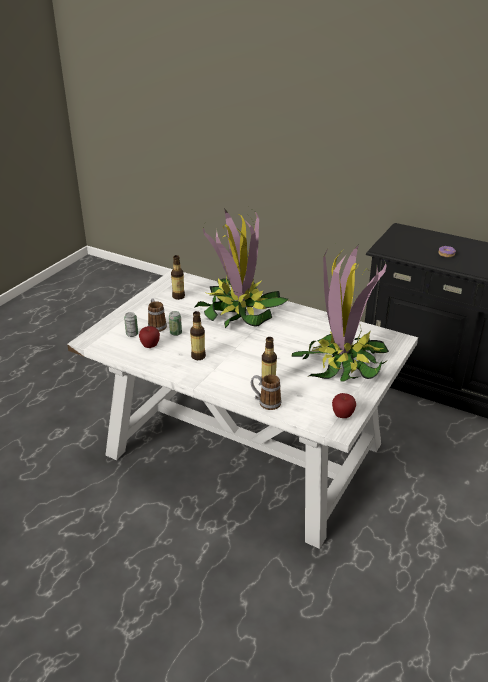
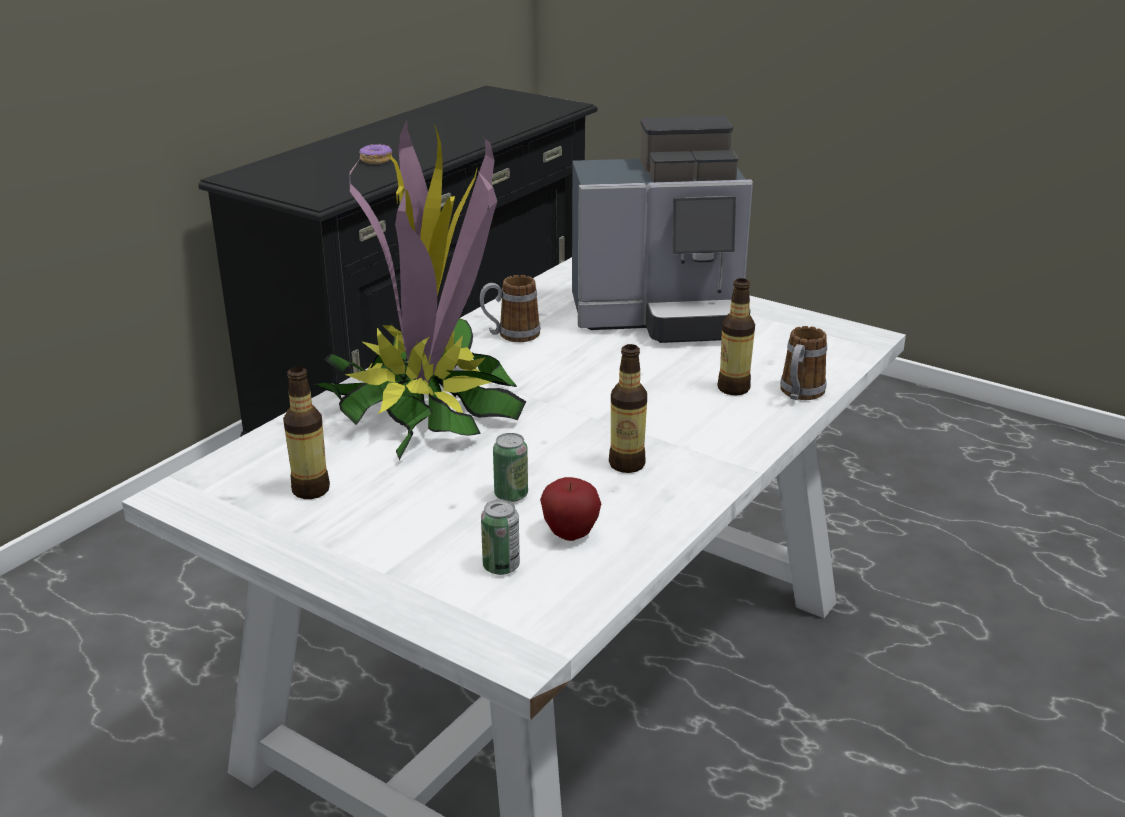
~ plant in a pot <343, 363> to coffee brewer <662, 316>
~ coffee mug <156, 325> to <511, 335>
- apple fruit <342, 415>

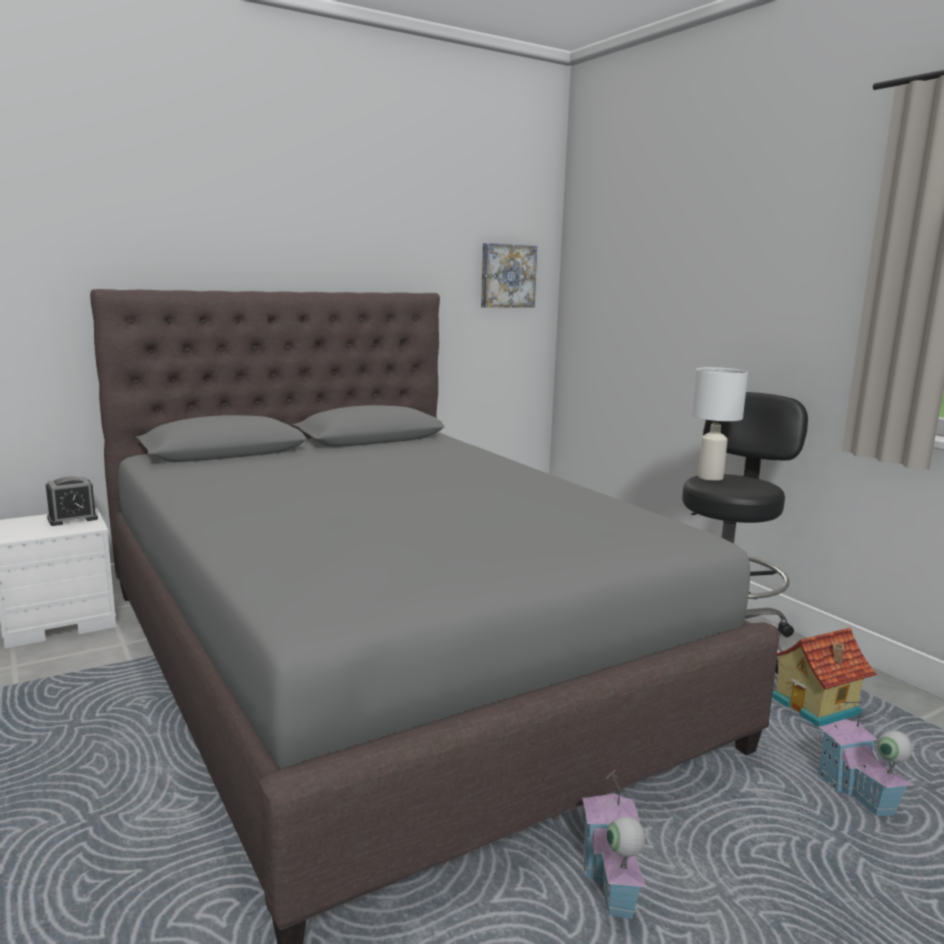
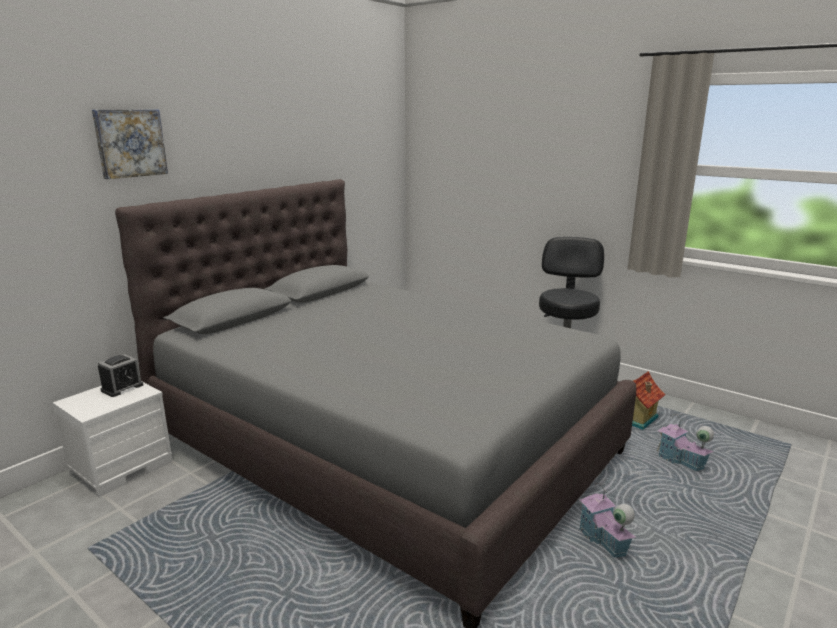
~ wall picture <507, 276> to <129, 143>
- whitish table lamp <709, 477>

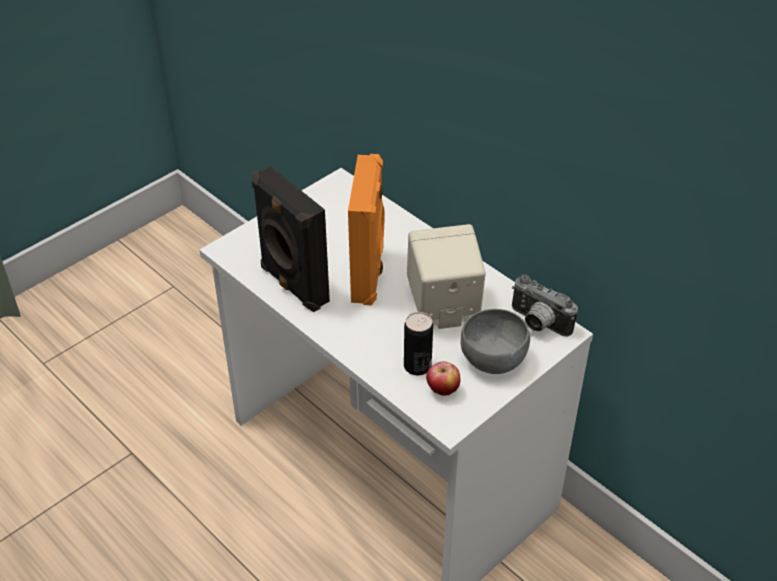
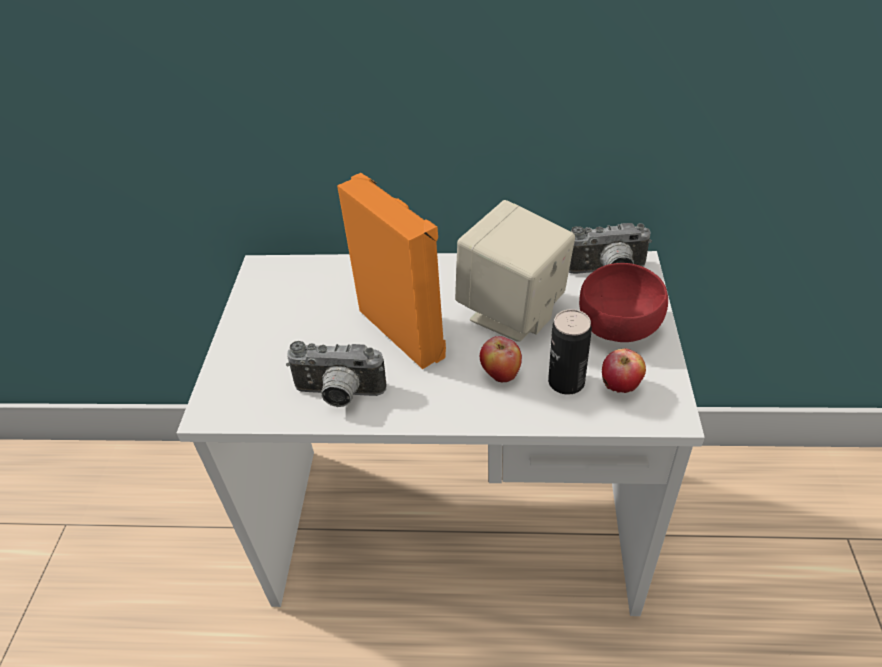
~ blackish speaker <293, 285> to still camera <338, 395>
~ grey bowl <492, 360> to reddish bowl <619, 328>
+ apple fruit <500, 375>

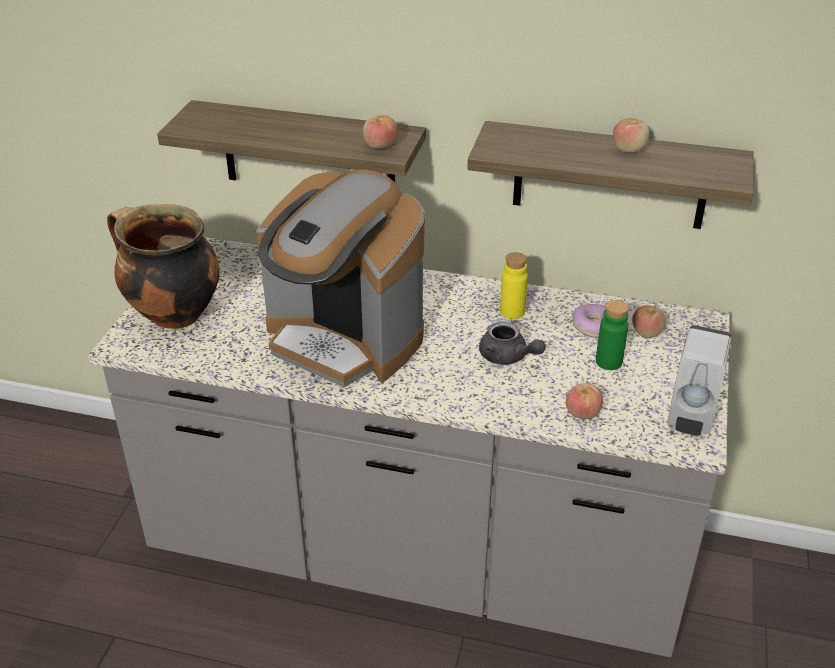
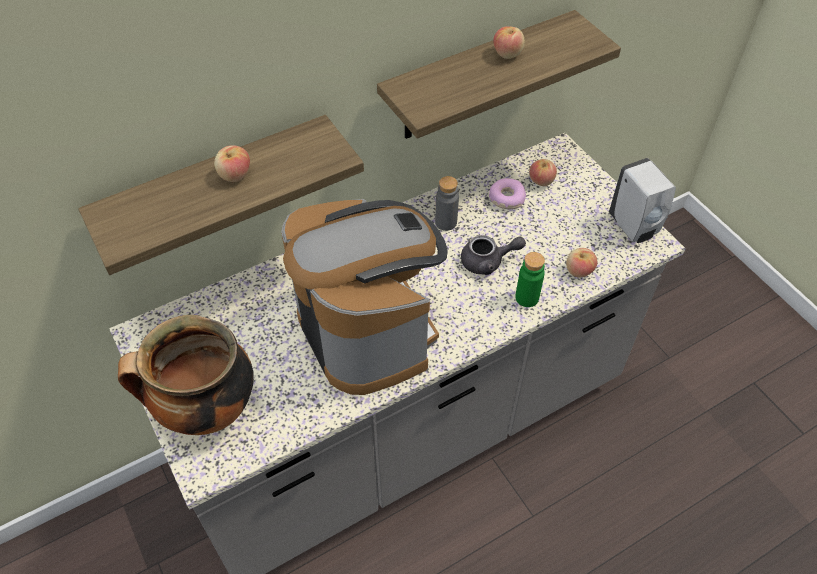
~ apple fruit <380, 146> to <235, 175>
~ coffee brewer <344, 340> = <368, 330> 105 degrees counterclockwise
~ yellow-coloured bottle <512, 311> to grey bottle <446, 222>
~ green bottle <608, 362> to <527, 298>

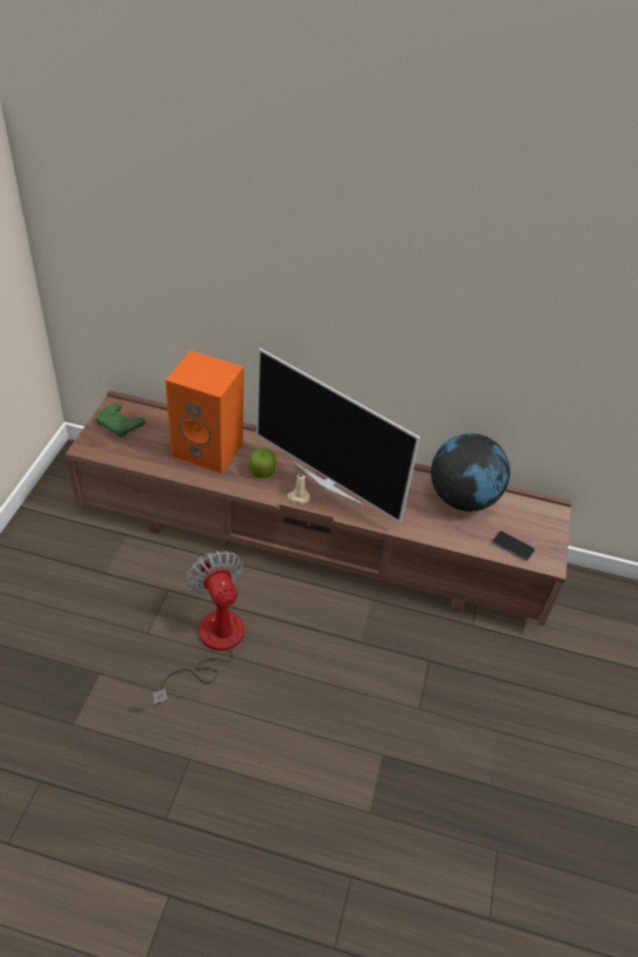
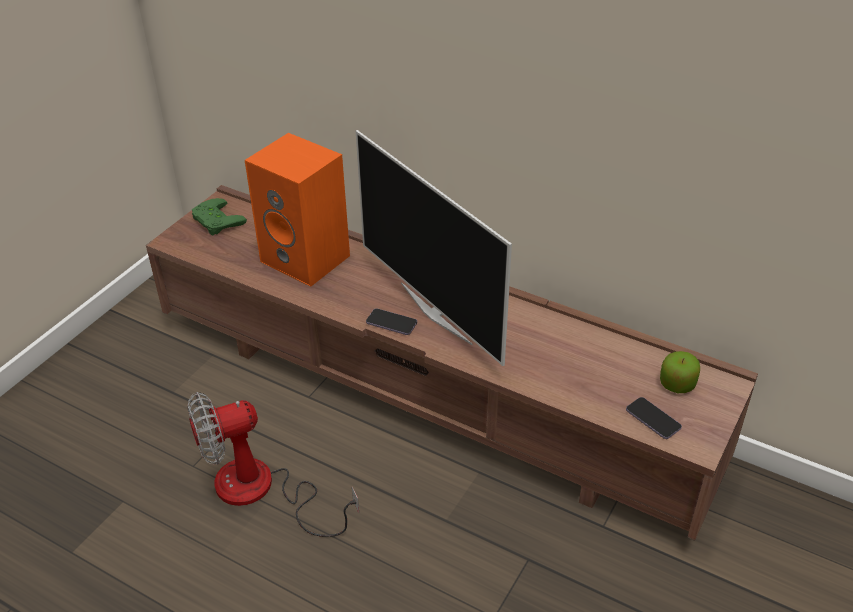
- globe <462, 498>
~ apple fruit <262, 472> to <677, 384>
~ sand-coloured candle <298, 497> to handset <391, 323>
~ fan <211, 644> = <261, 491> 105 degrees counterclockwise

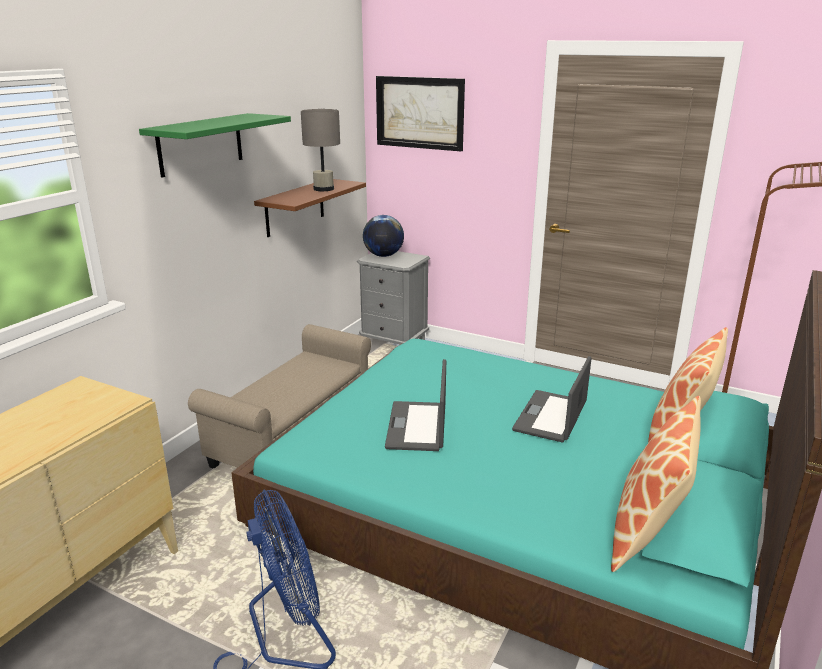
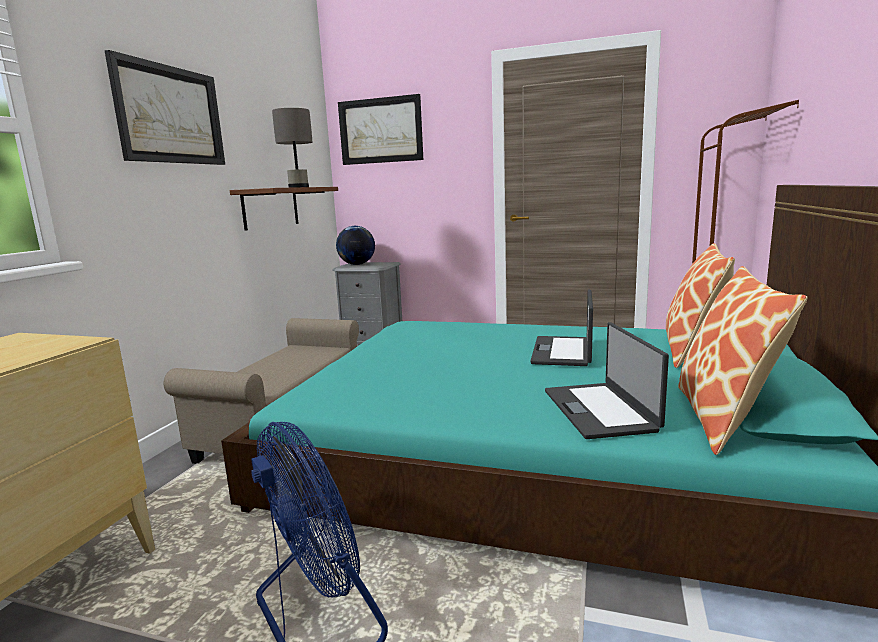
~ green bracket shelf <200, 144> to wall picture <170, 115>
~ notebook computer <418, 426> to <600, 410>

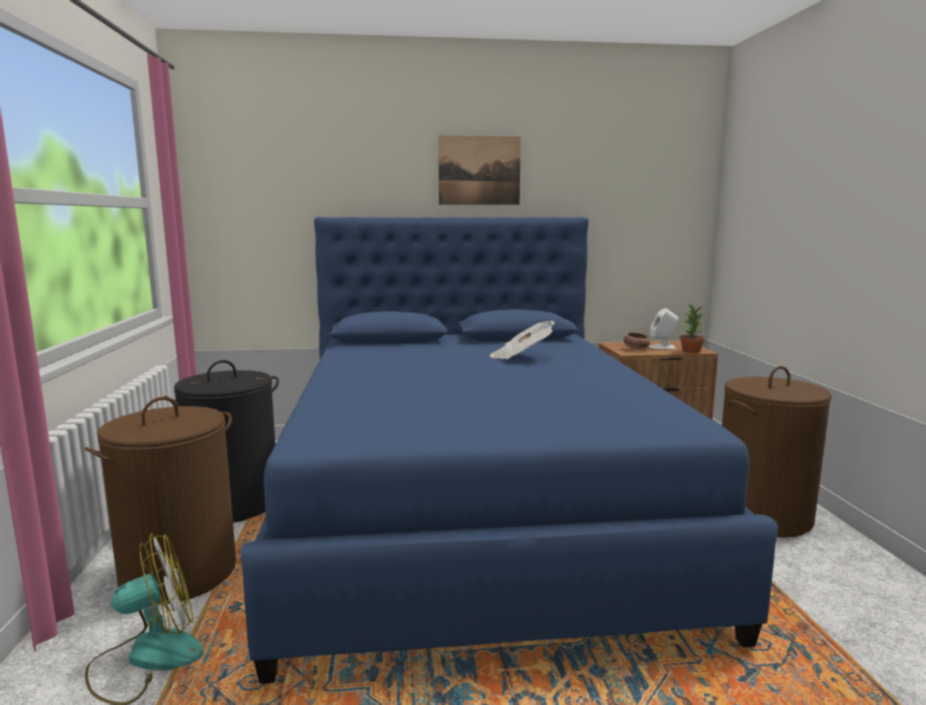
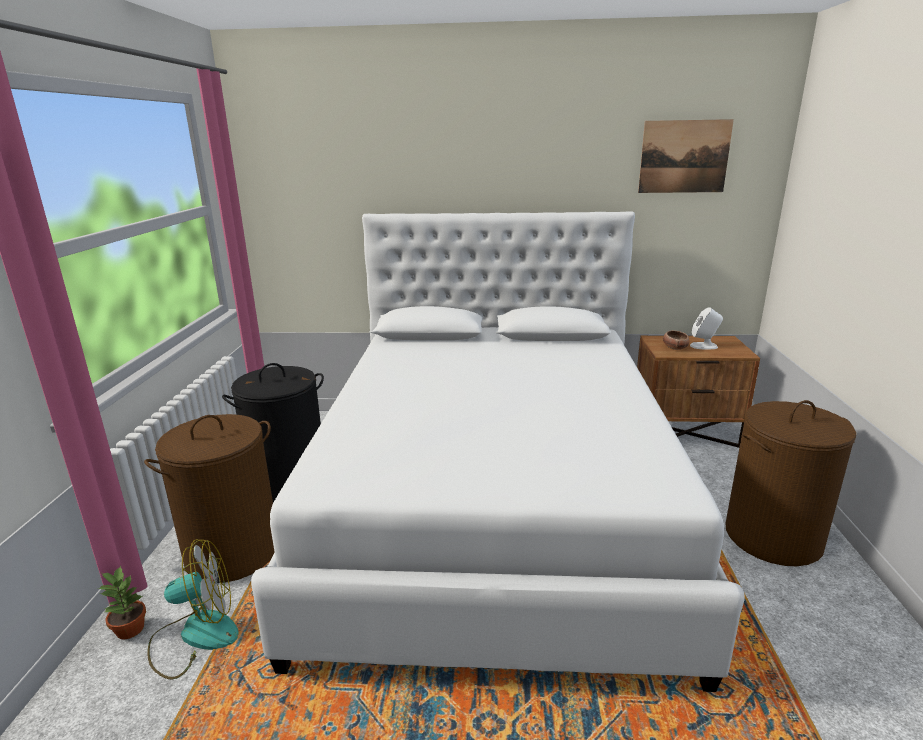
~ wall picture <479, 170> to <684, 157>
~ blue-coloured bedroom bed <475, 512> to whitish bedroom bed <494, 508>
~ plant in a pot <690, 351> to <130, 629>
- daily paper <521, 357>

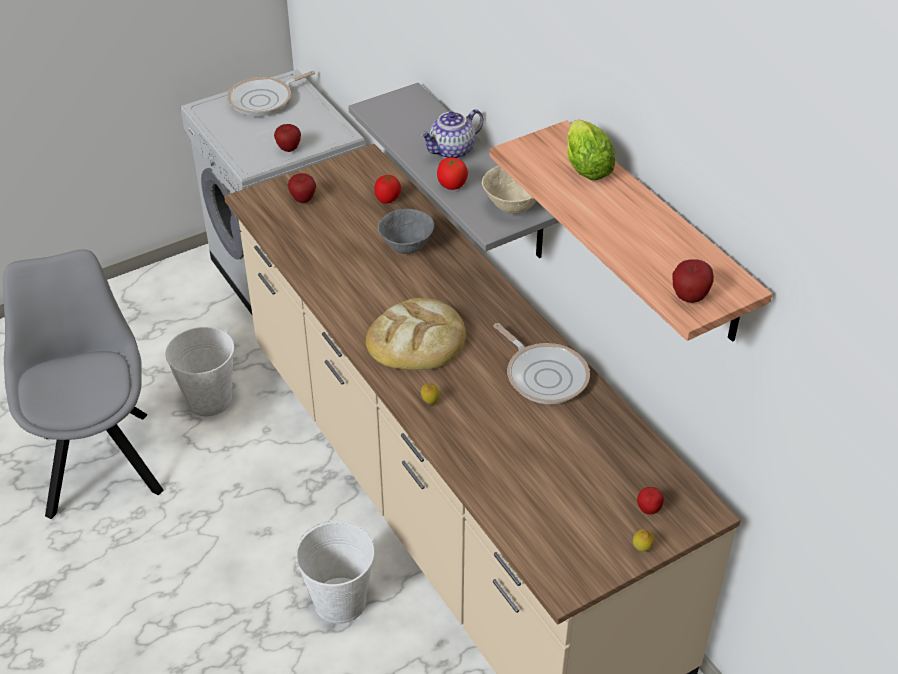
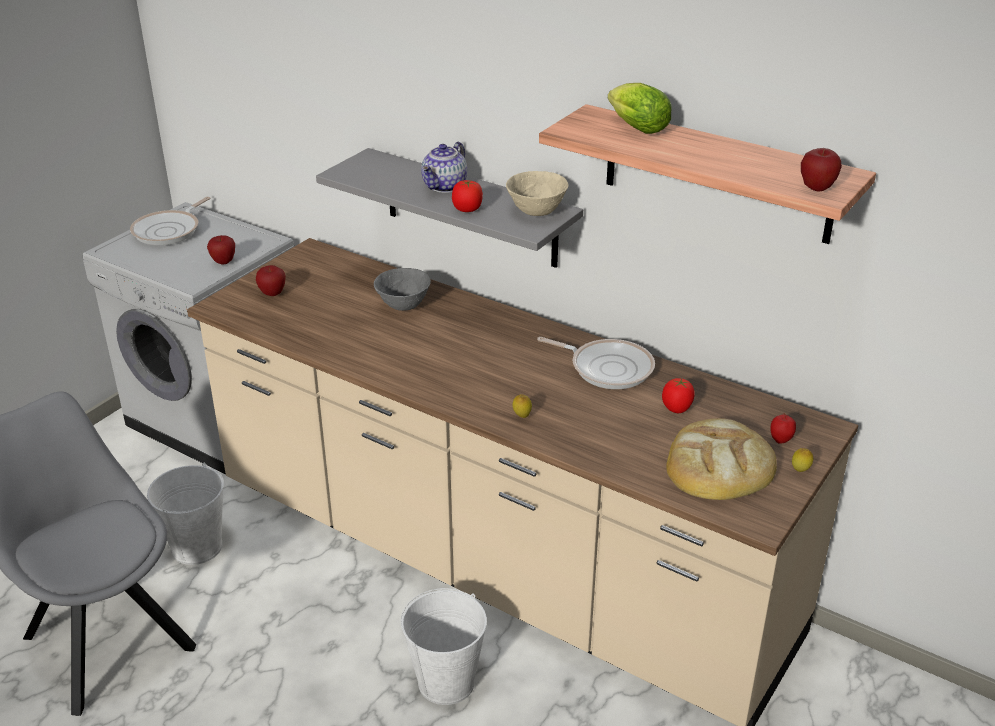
~ fresh tomato <387, 199> to <677, 408>
~ bakery bread <417, 340> to <719, 466>

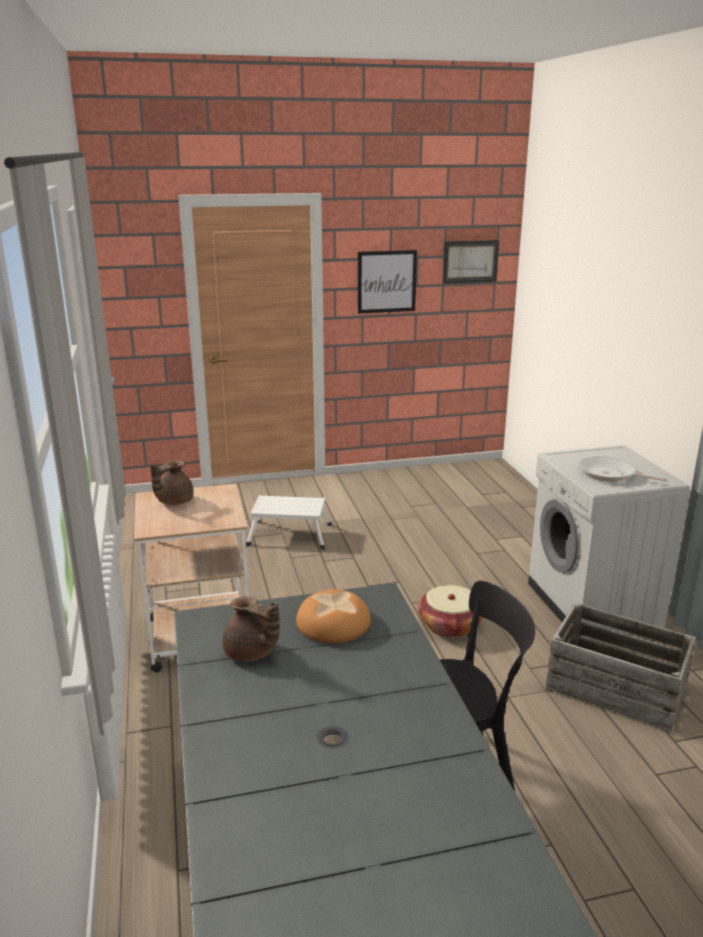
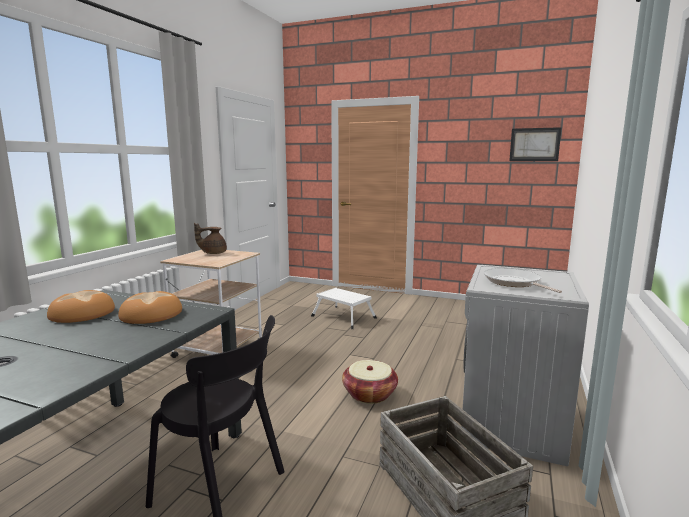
- wall picture <386, 281>
~ brown-coloured tea pot <251, 653> to bakery bread <81, 313>

